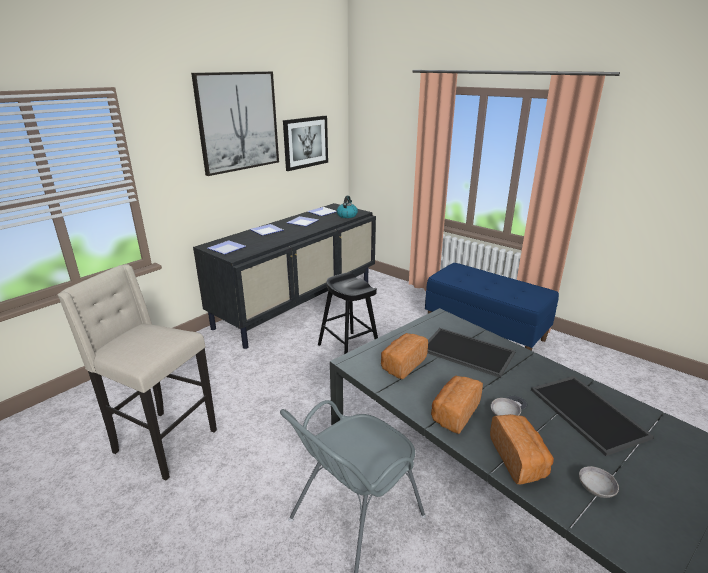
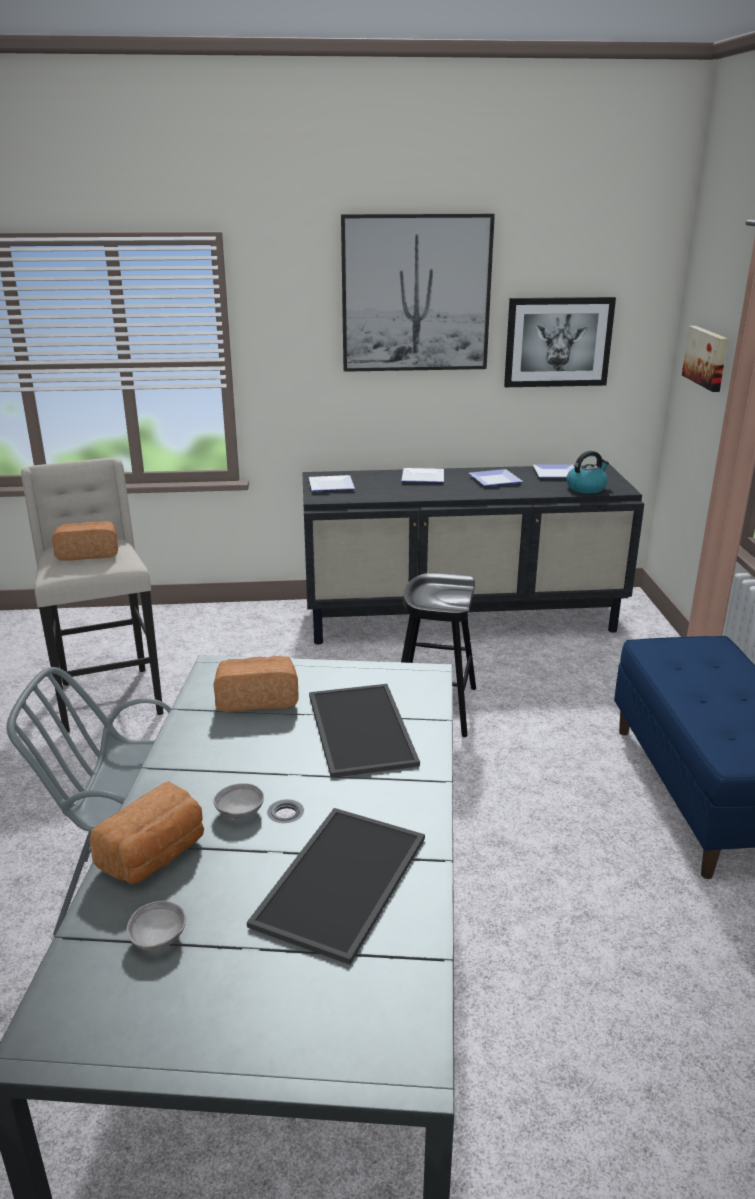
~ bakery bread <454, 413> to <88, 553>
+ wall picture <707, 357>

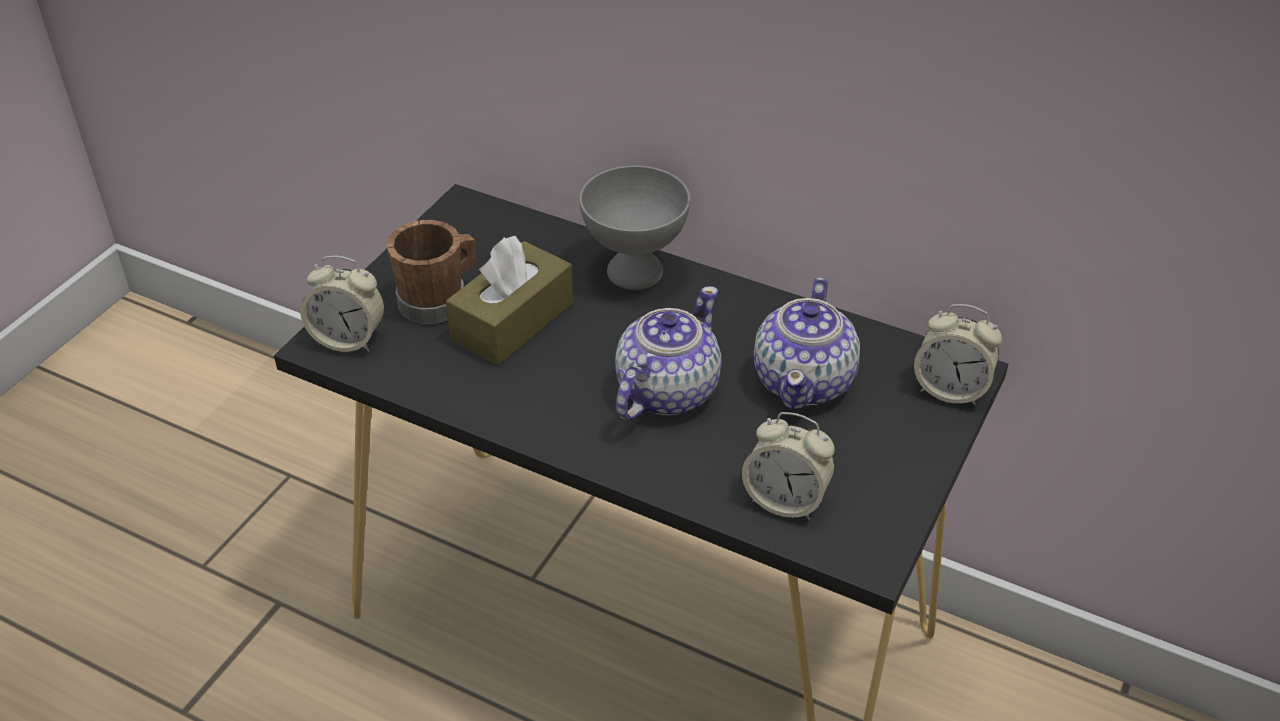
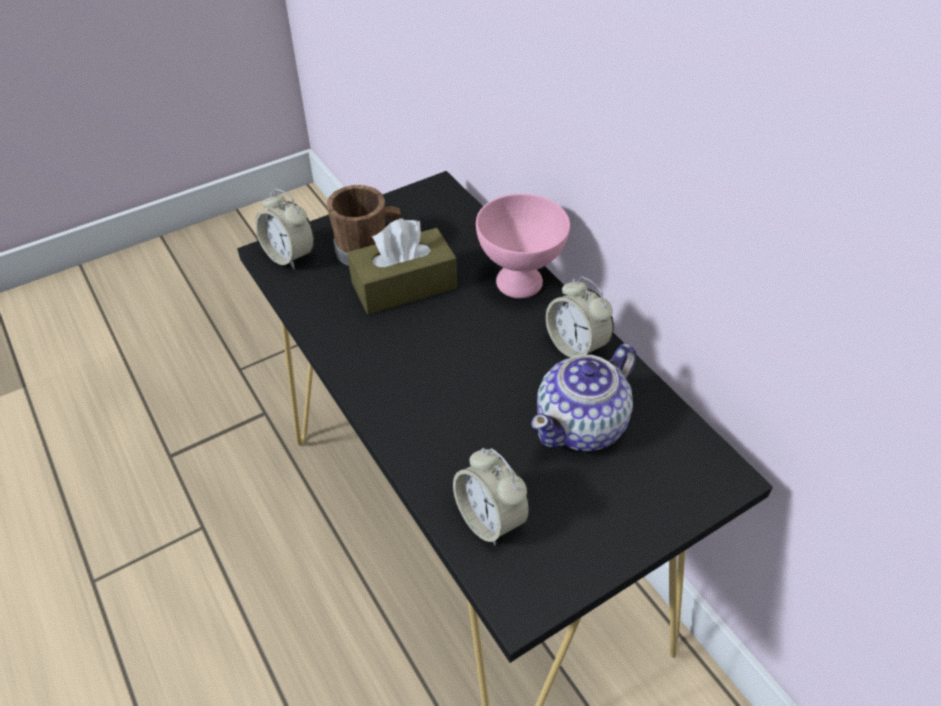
~ grey bowl <635, 273> to pink-coloured bowl <518, 283>
- tea pot <665, 392>
~ bedside clock <950, 389> to <576, 345>

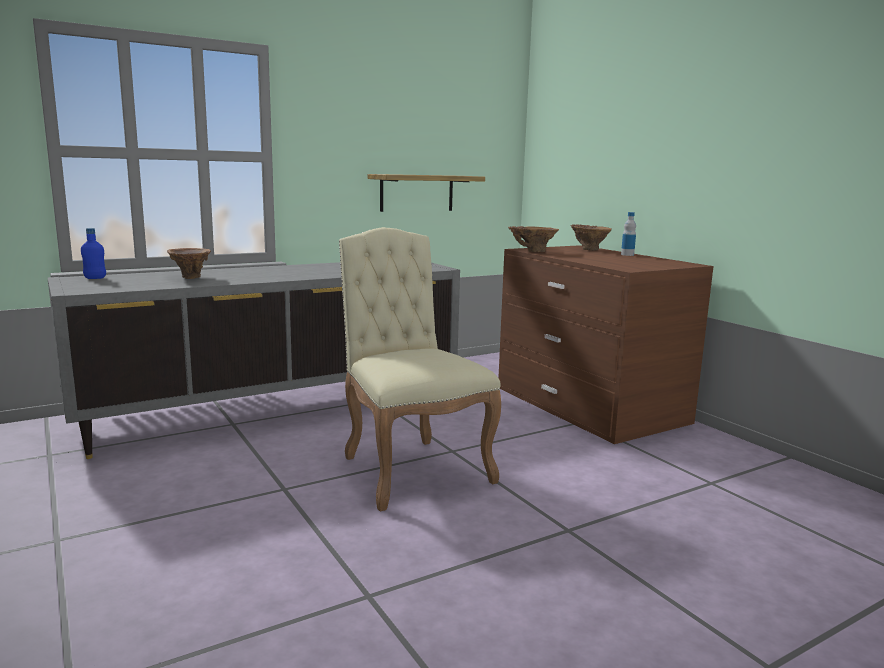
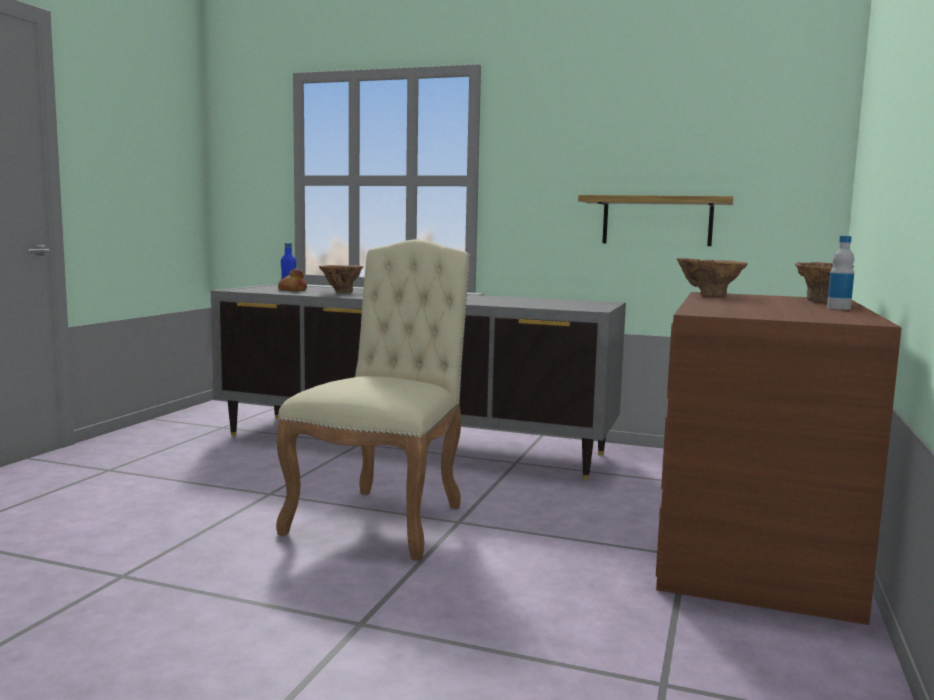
+ bakery bread <292, 290>

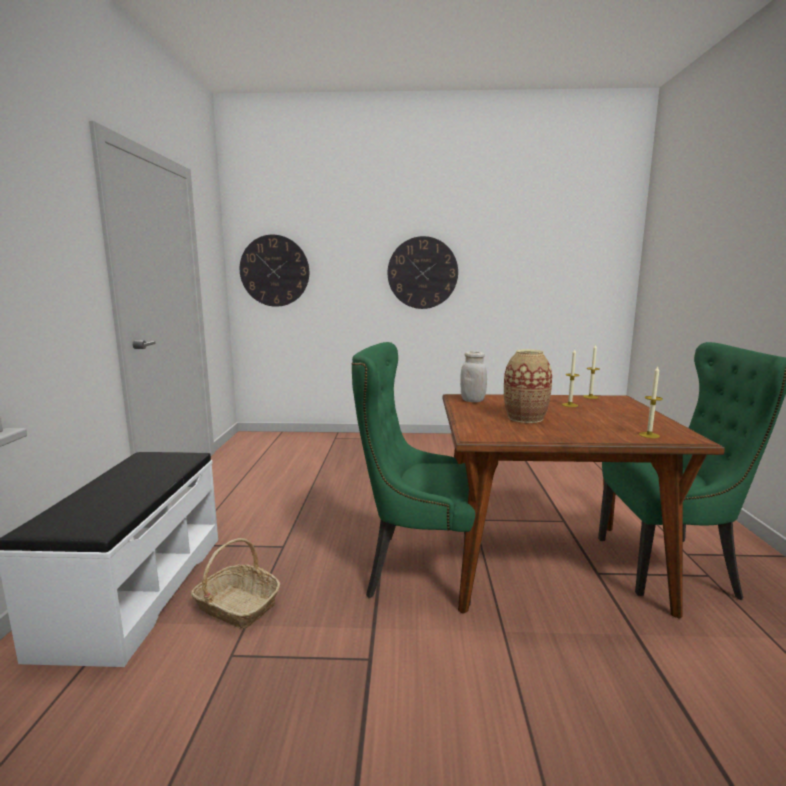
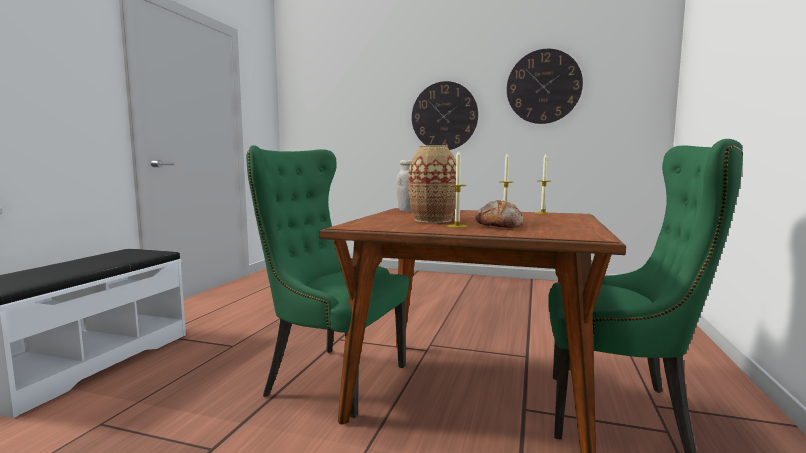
~ clock on the wall <274, 271> to <543, 86>
~ candle <649, 435> to <457, 226>
- basket <236, 606>
+ bakery bread <499, 226>

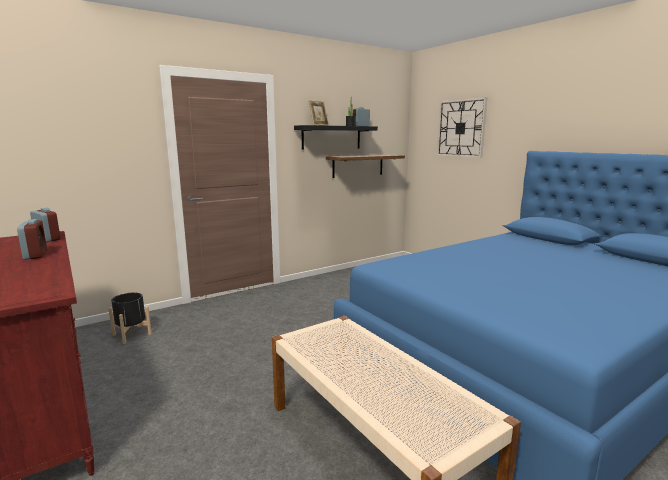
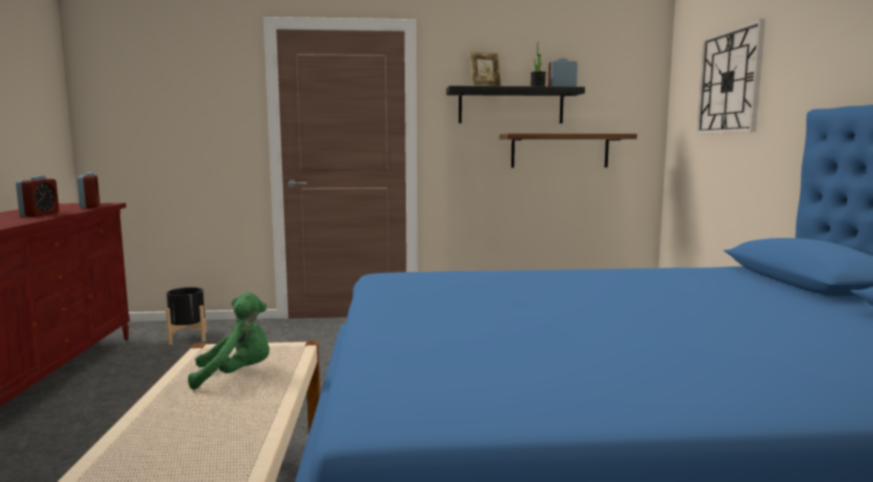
+ green cuddly toy <236, 375>

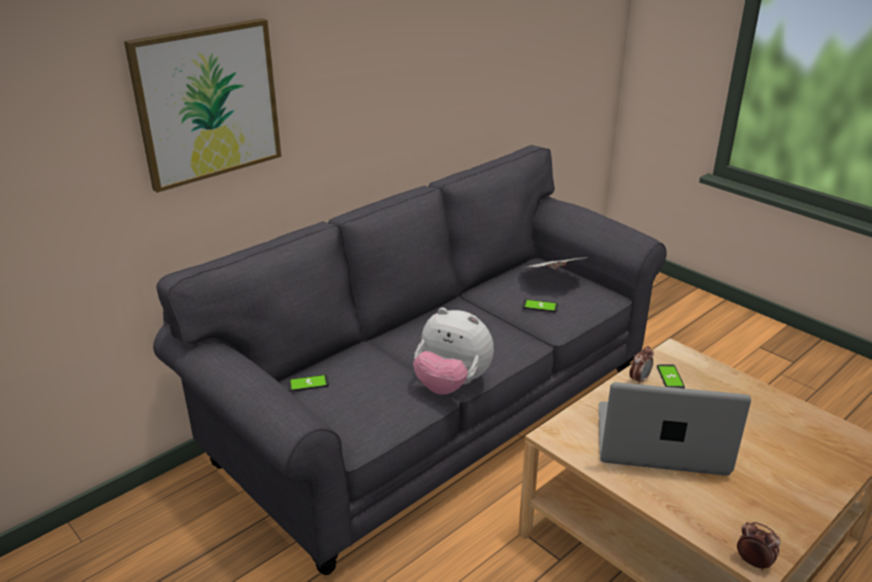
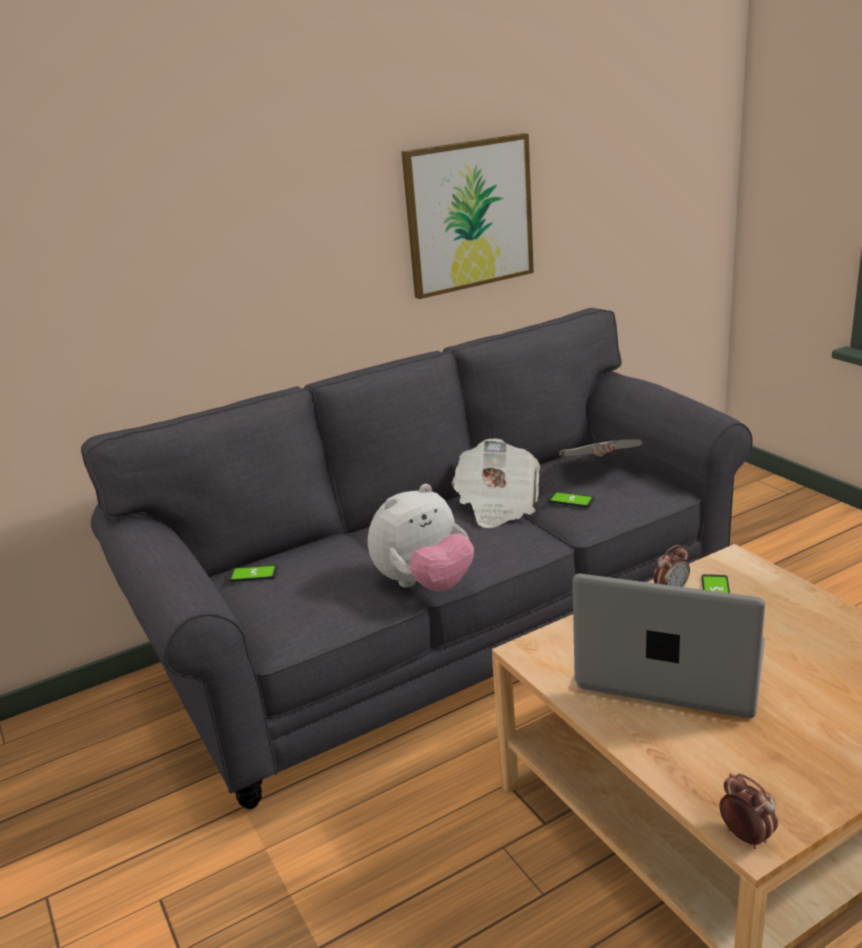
~ wall picture <207, 103> to <469, 215>
~ cuddly toy <451, 384> = <424, 584> 75 degrees counterclockwise
+ daily paper <497, 505>

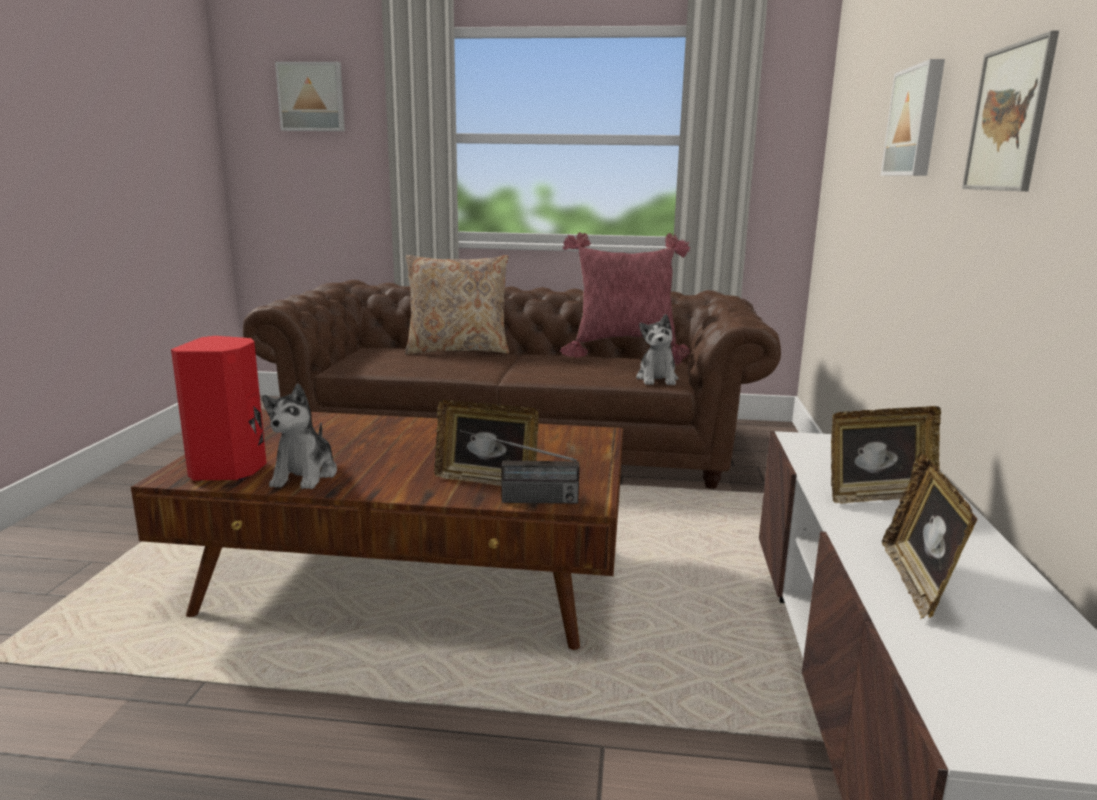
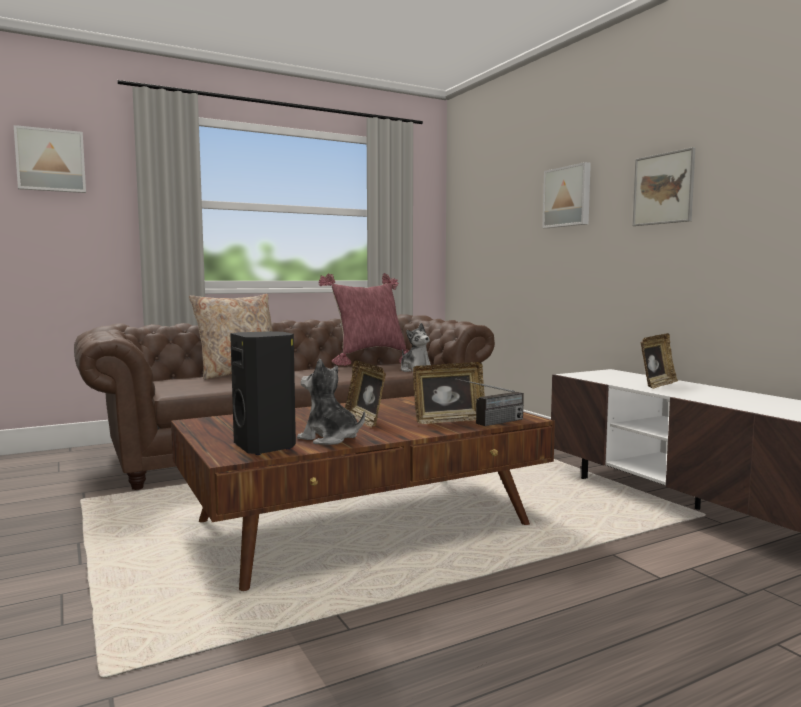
~ reddish speaker <231, 470> to blackish speaker <266, 447>
~ cuddly toy <305, 475> = <329, 439> 150 degrees clockwise
~ photo frame <917, 582> to <365, 420>

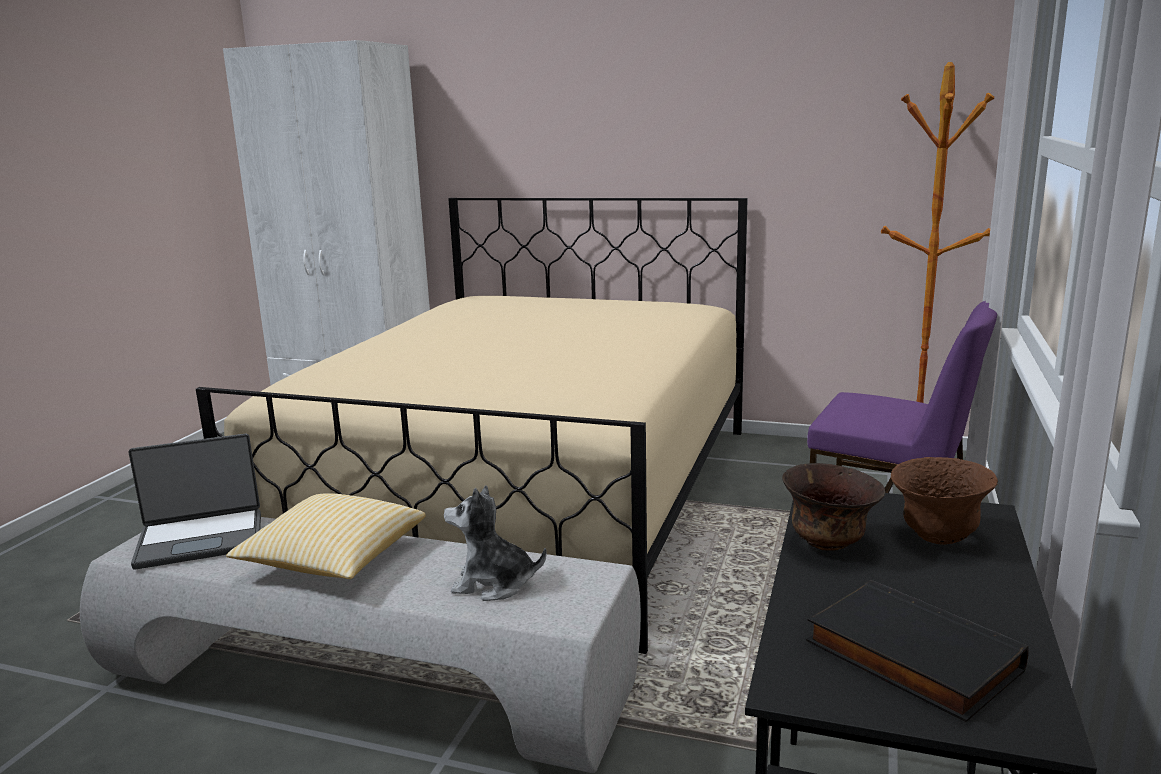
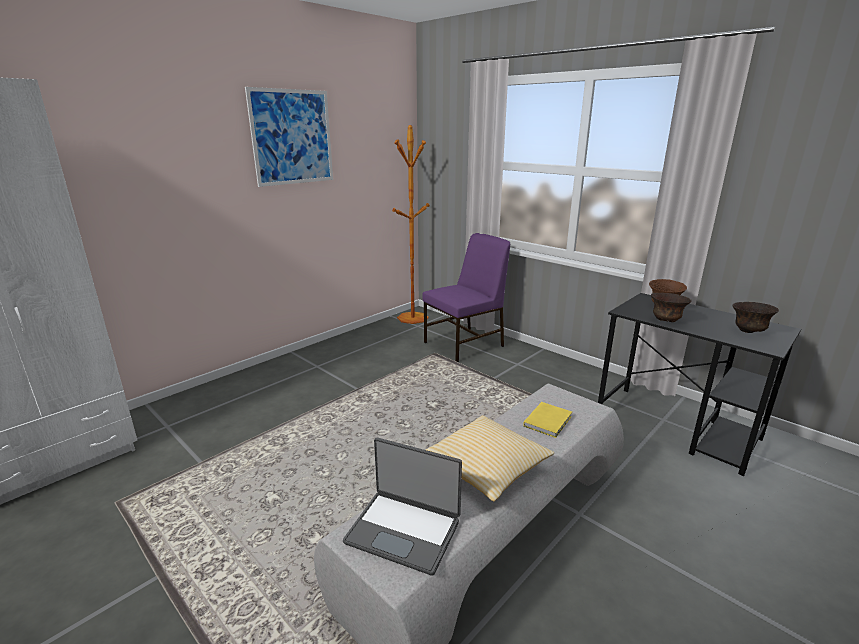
- sand-coloured bedroom bed <530, 496>
~ notebook computer <201, 539> = <404, 530> 105 degrees clockwise
~ cuddly toy <493, 584> to yellow-coloured volume <549, 421>
~ blackish volume <908, 657> to brown-coloured bowl <748, 331>
+ wall picture <292, 137>

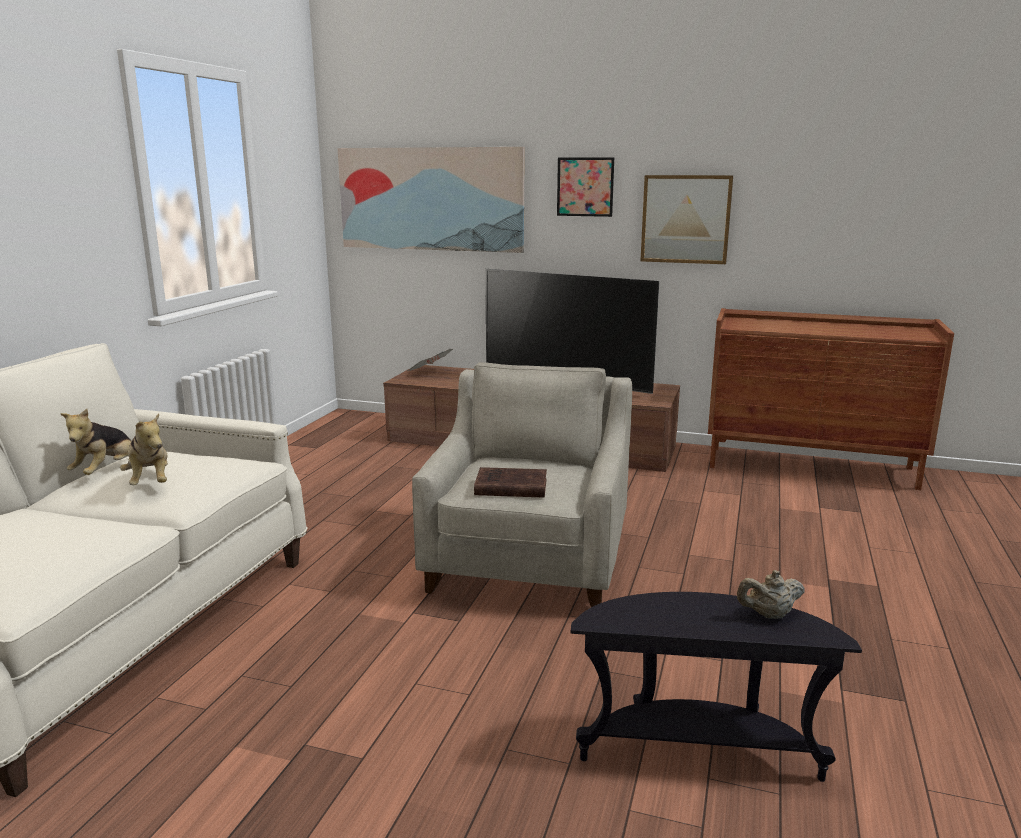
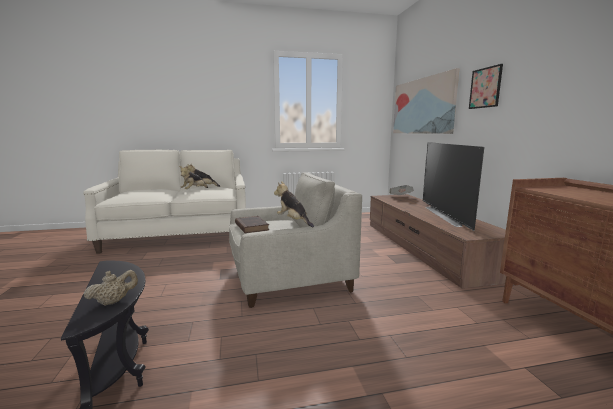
- wall picture <685, 219>
~ sand-coloured tea pot <768, 615> = <114, 301> 90 degrees clockwise
+ cuddly toy <293, 221>

